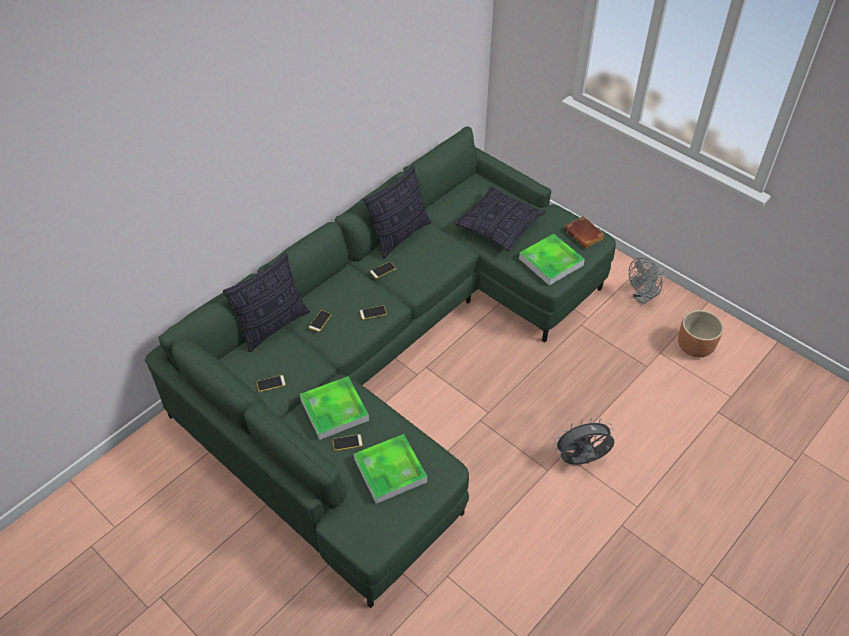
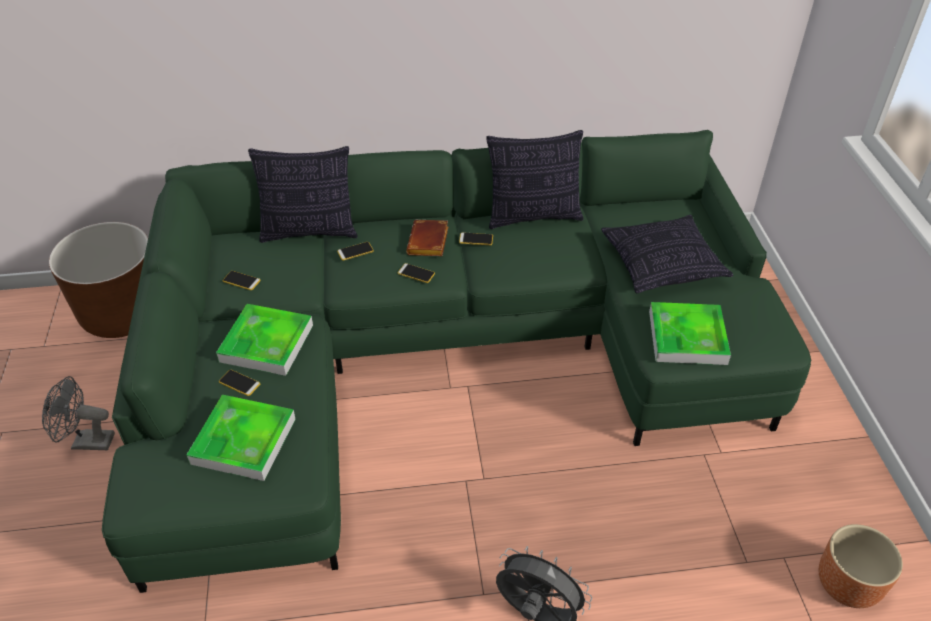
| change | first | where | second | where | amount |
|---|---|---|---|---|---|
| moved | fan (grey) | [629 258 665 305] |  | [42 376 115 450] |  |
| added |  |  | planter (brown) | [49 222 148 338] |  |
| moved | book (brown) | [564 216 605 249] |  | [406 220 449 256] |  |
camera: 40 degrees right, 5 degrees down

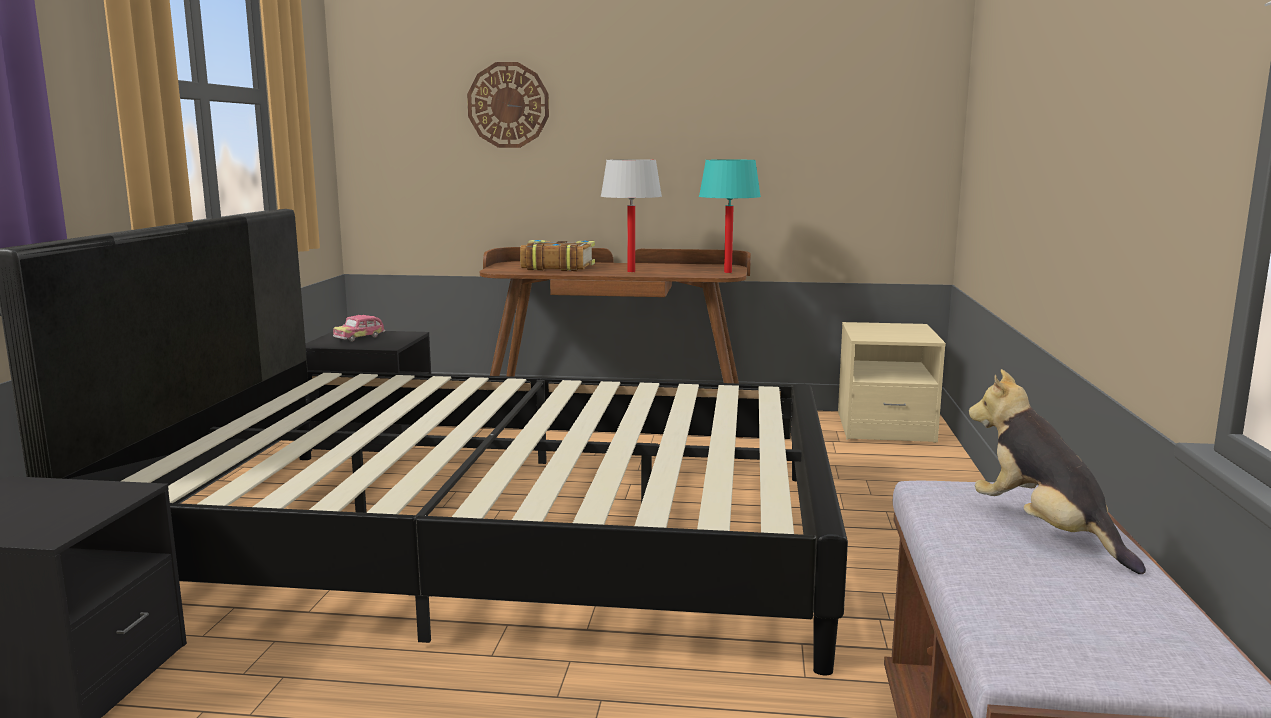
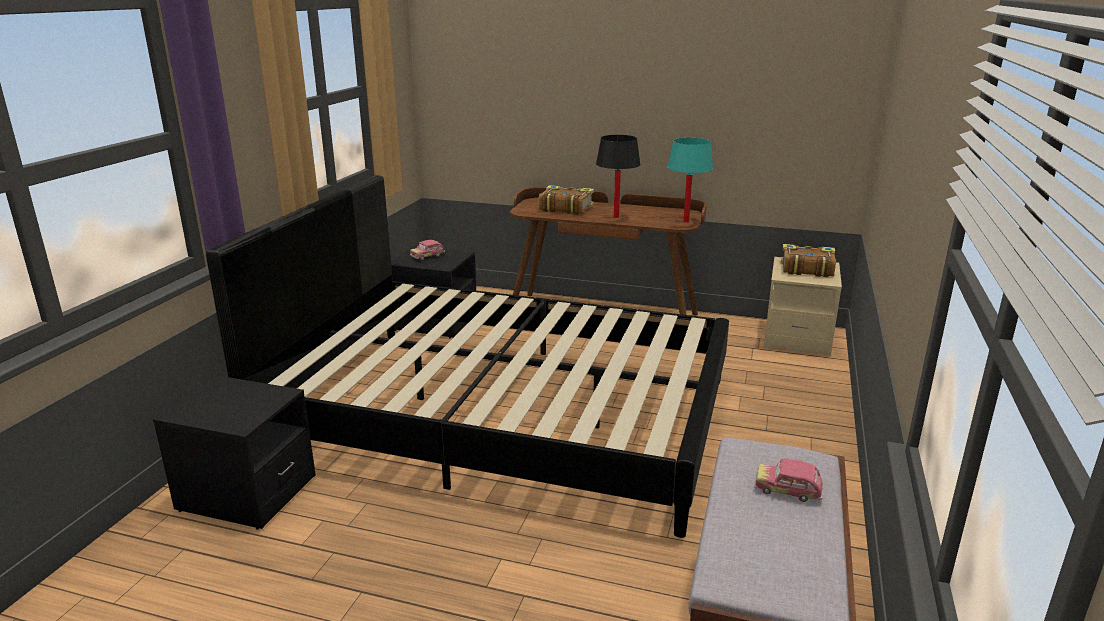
| change | first | where | second | where | amount |
|---|---|---|---|---|---|
| recoloured | table lamp (white) | [601 159 662 272] | table lamp (black) | [596 135 641 218] |  |
| replaced | plush toy | [969 369 1146 574] | toy car | [754 458 823 502] |  |
| added |  |  | book | [781 244 836 277] |  |
| removed | wall clock | [467 62 549 148] |  |  |  |
camera: 10 degrees right, 10 degrees up

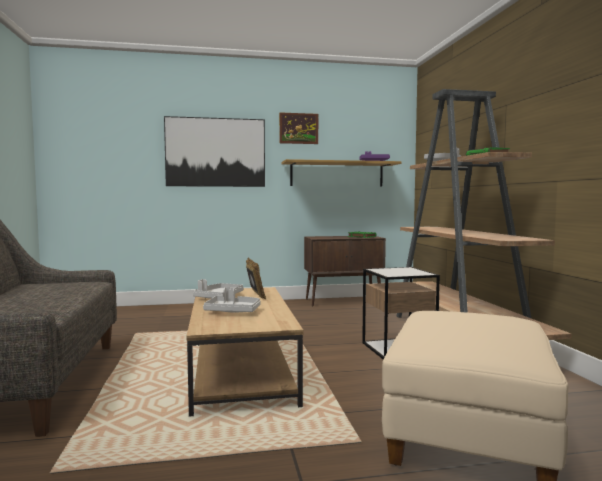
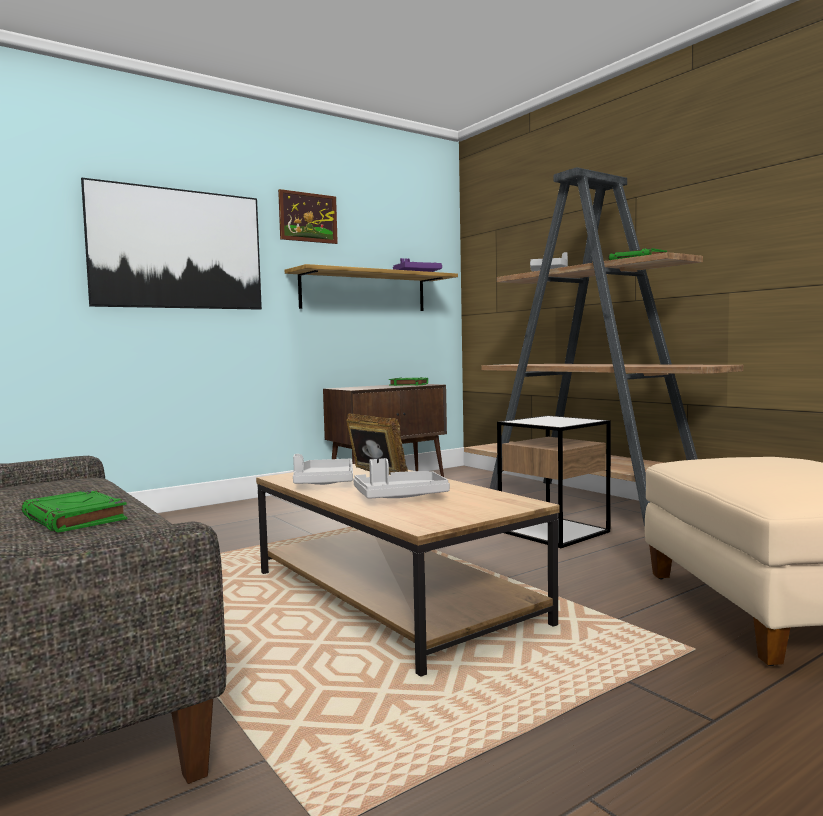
| change | first | where | second | where | amount |
|---|---|---|---|---|---|
| added |  |  | book (green) | [21 490 127 533] |  |
camera: 25 degrees left, 0 degrees up

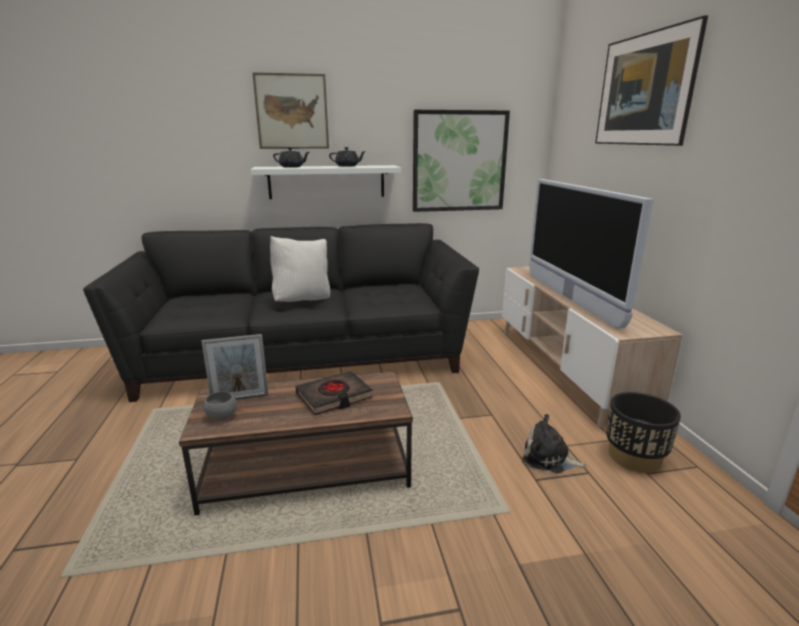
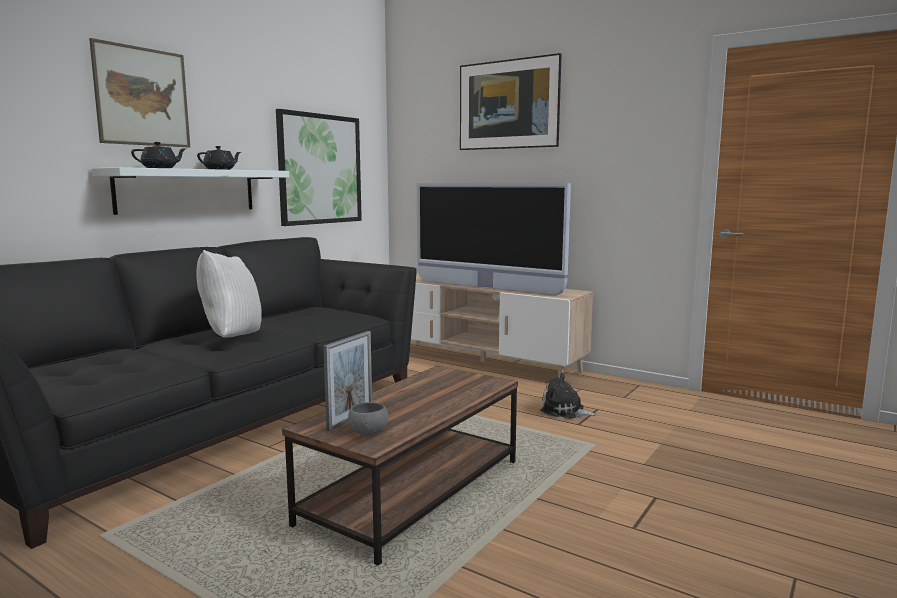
| change | first | where | second | where | amount |
|---|---|---|---|---|---|
| turned | plush toy | [523 414 587 473] |  | [540 373 598 419] | 45 degrees clockwise |
| removed | book (black) | [295 371 373 415] |  |  |  |
| removed | planter (black) | [606 392 681 473] |  |  |  |
camera: 45 degrees left, 10 degrees down

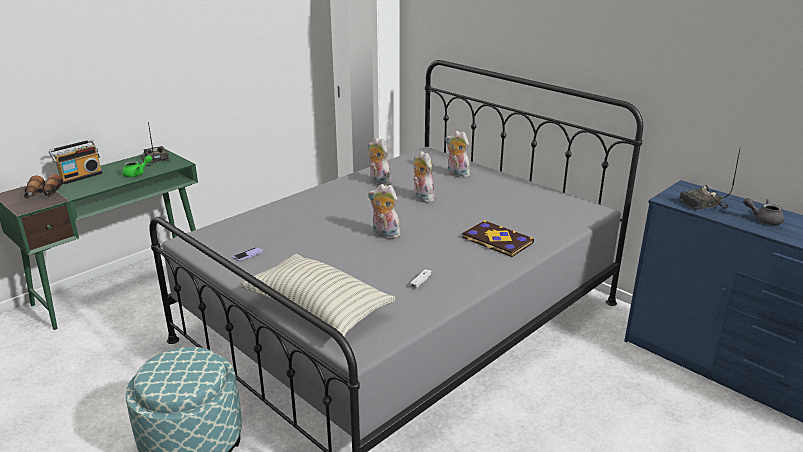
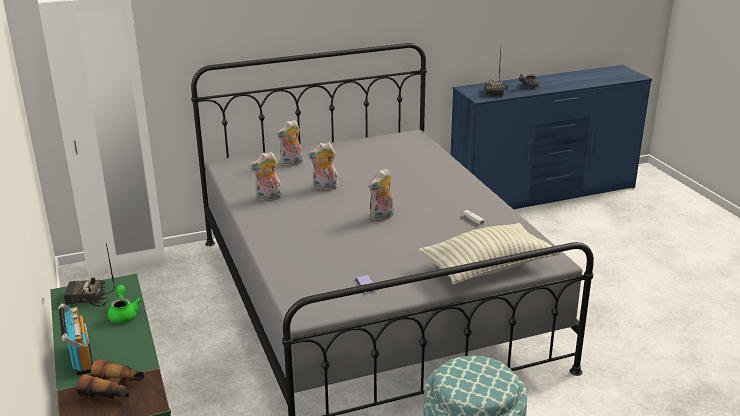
| change | first | where | second | where | amount |
|---|---|---|---|---|---|
| removed | book | [462 220 534 257] |  |  |  |
camera: 65 degrees left, 0 degrees up

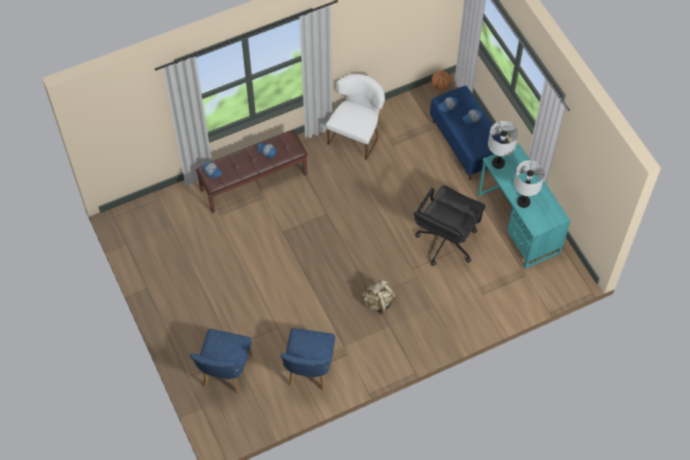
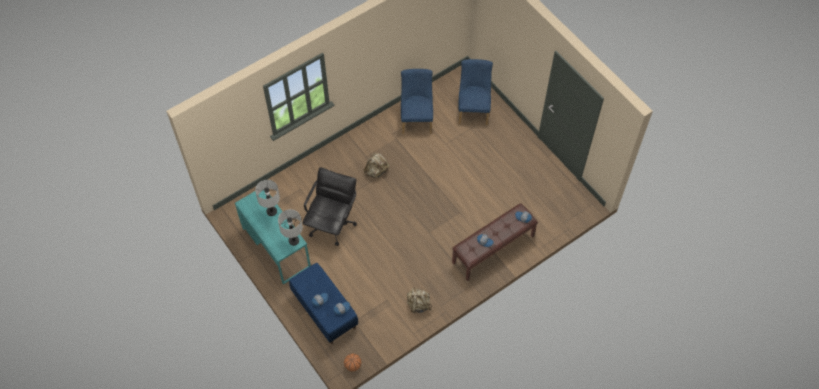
| change | first | where | second | where | amount |
|---|---|---|---|---|---|
| replaced | chair (white) | [326 74 385 160] | backpack (beige) | [407 288 432 313] |  |
camera: 170 degrees right, 0 degrees up

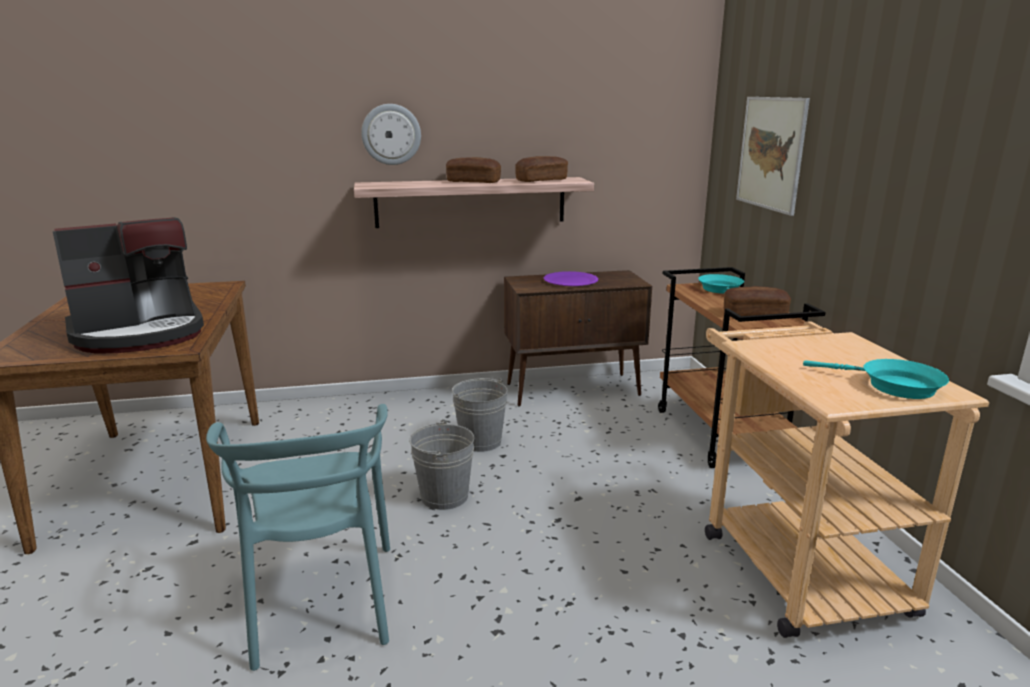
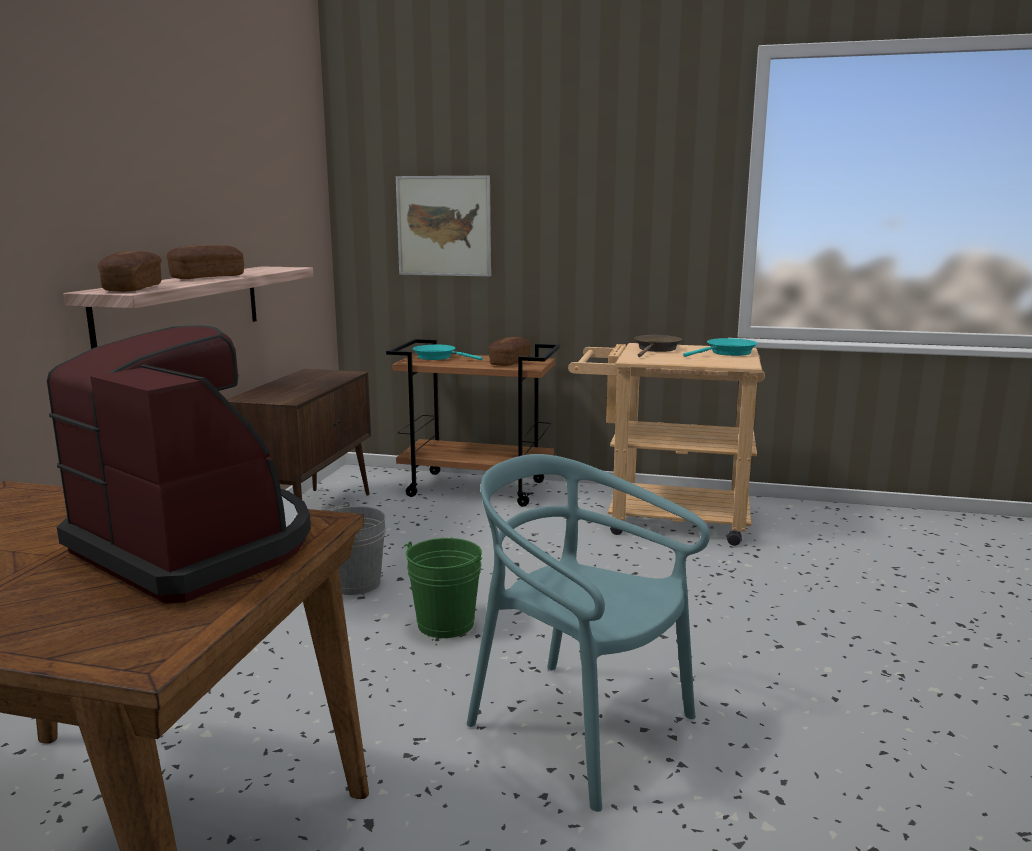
| change | first | where | second | where | amount |
|---|---|---|---|---|---|
| turned | coffee machine | [53 217 204 354] |  | [47 325 311 604] | 45 degrees counterclockwise |
| moved | bread | [515 156 568 182] |  | [98 251 162 292] |  |
| recoloured | bucket (grey) | [409 419 474 510] | bucket (green) | [404 538 482 638] |  |
| turned | chair (turquoise) | [206 404 390 671] |  | [467 454 710 812] | 150 degrees counterclockwise |
| added |  |  | frying pan (brown) | [634 335 682 357] |  |
| removed | wall clock | [361 104 421 165] |  |  |  |
| removed | plate (purple) | [544 271 598 286] |  |  |  |
camera: 65 degrees left, 5 degrees down

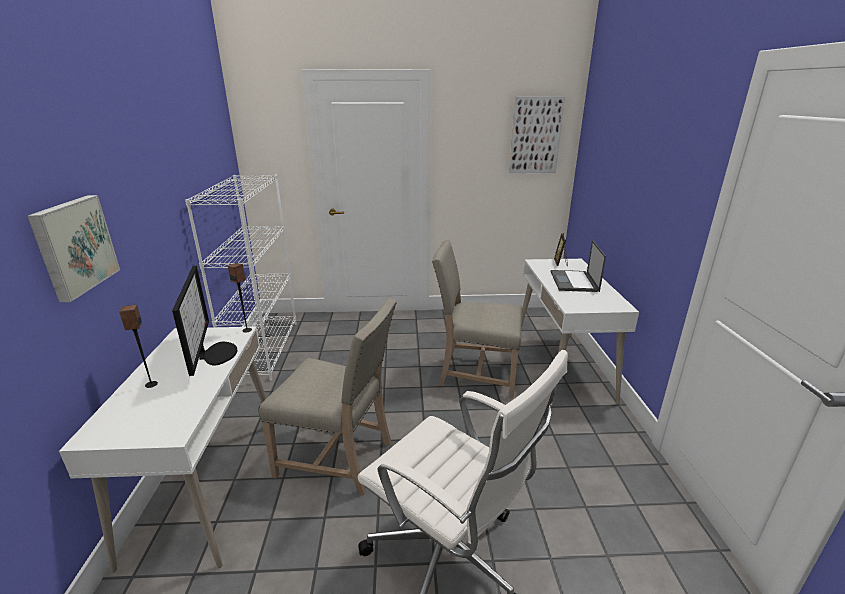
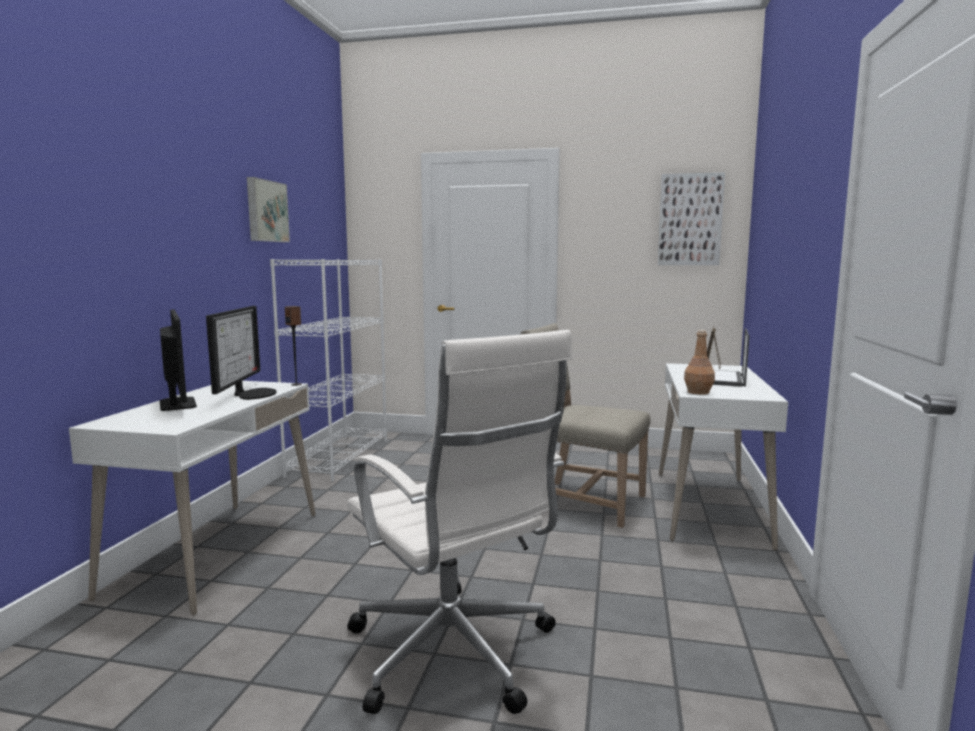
| change | first | where | second | where | amount |
|---|---|---|---|---|---|
| replaced | speaker | [119 305 158 388] | monitor | [160 310 197 411] |  |
| moved | picture | [27 195 120 302] |  | [247 177 290 242] |  |
| added |  |  | bottle (brown) | [684 330 715 395] |  |
| removed | chair (beige) | [258 298 397 495] |  |  |  |
camera: 15 degrees right, 15 degrees down

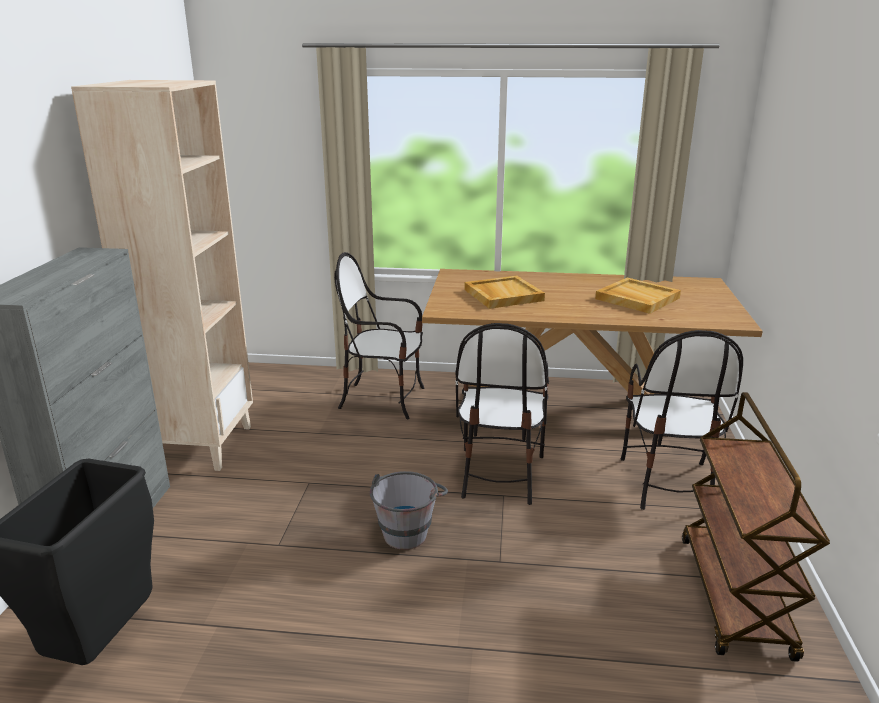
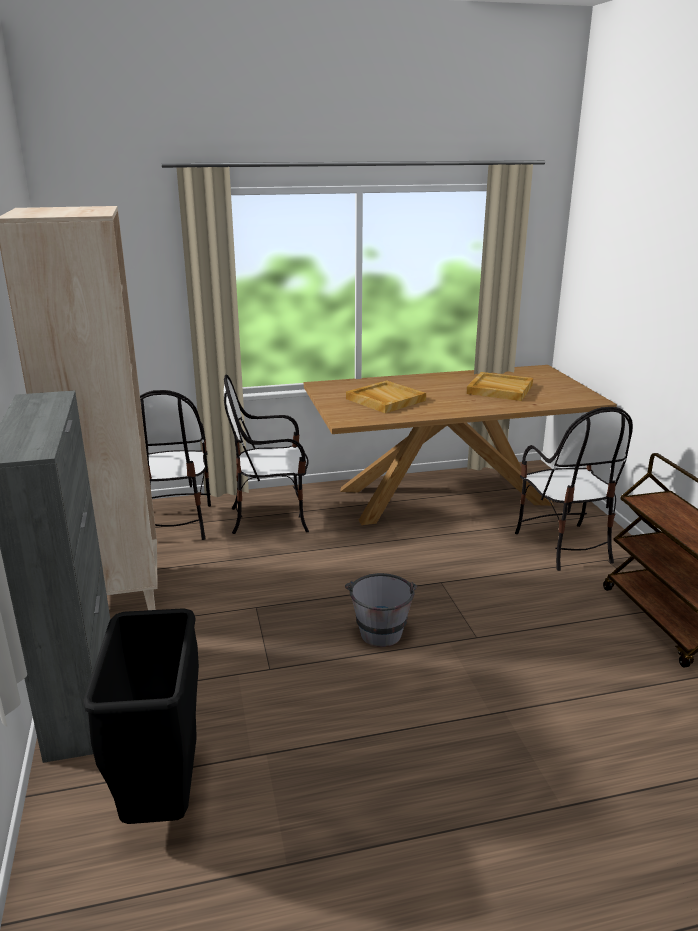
| change | first | where | second | where | amount |
|---|---|---|---|---|---|
| moved | chair | [455 323 549 505] |  | [140 390 211 540] |  |
camera: 20 degrees left, 0 degrees up

